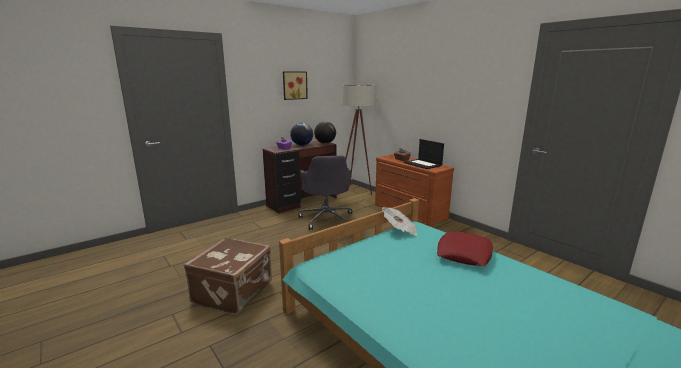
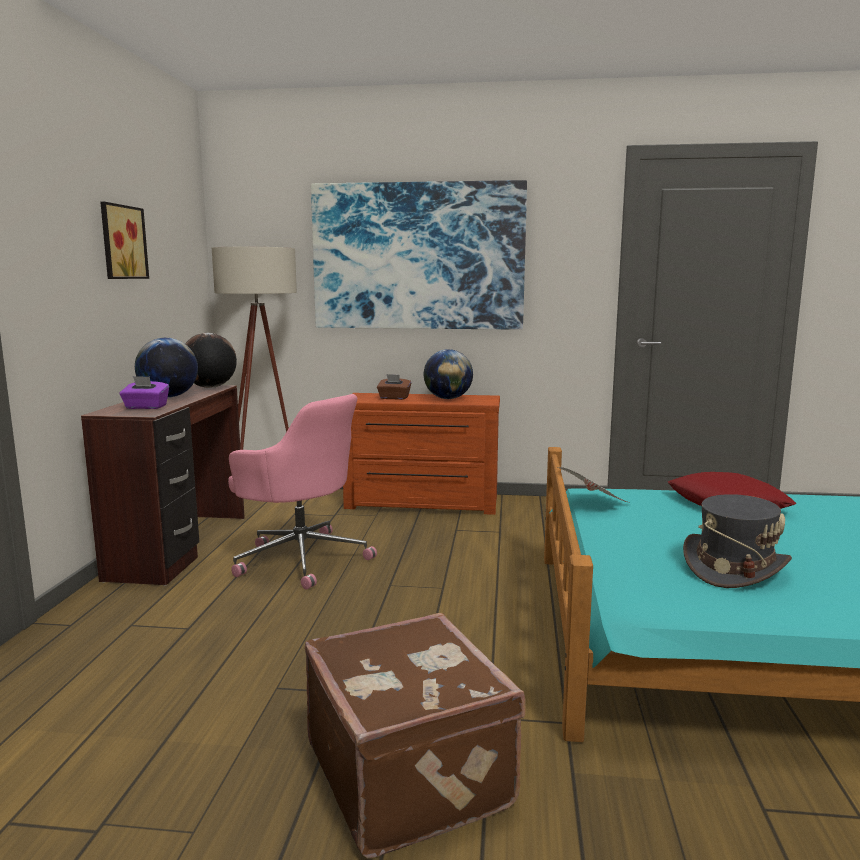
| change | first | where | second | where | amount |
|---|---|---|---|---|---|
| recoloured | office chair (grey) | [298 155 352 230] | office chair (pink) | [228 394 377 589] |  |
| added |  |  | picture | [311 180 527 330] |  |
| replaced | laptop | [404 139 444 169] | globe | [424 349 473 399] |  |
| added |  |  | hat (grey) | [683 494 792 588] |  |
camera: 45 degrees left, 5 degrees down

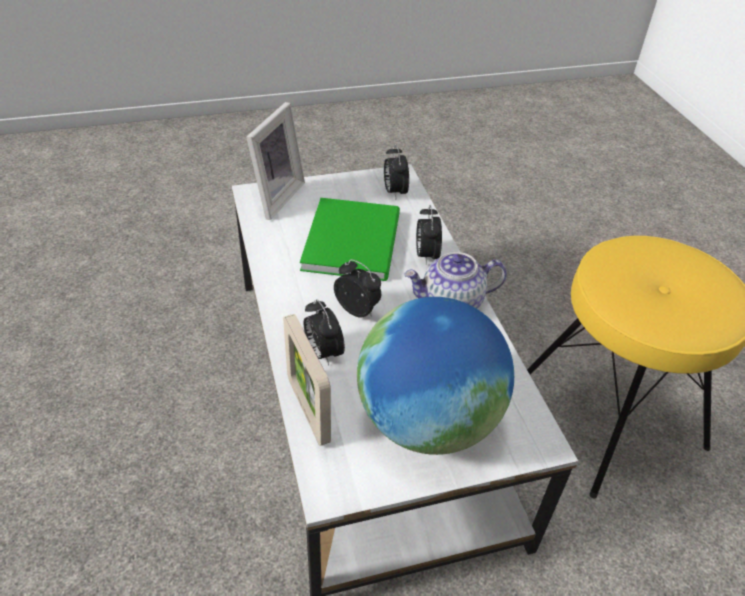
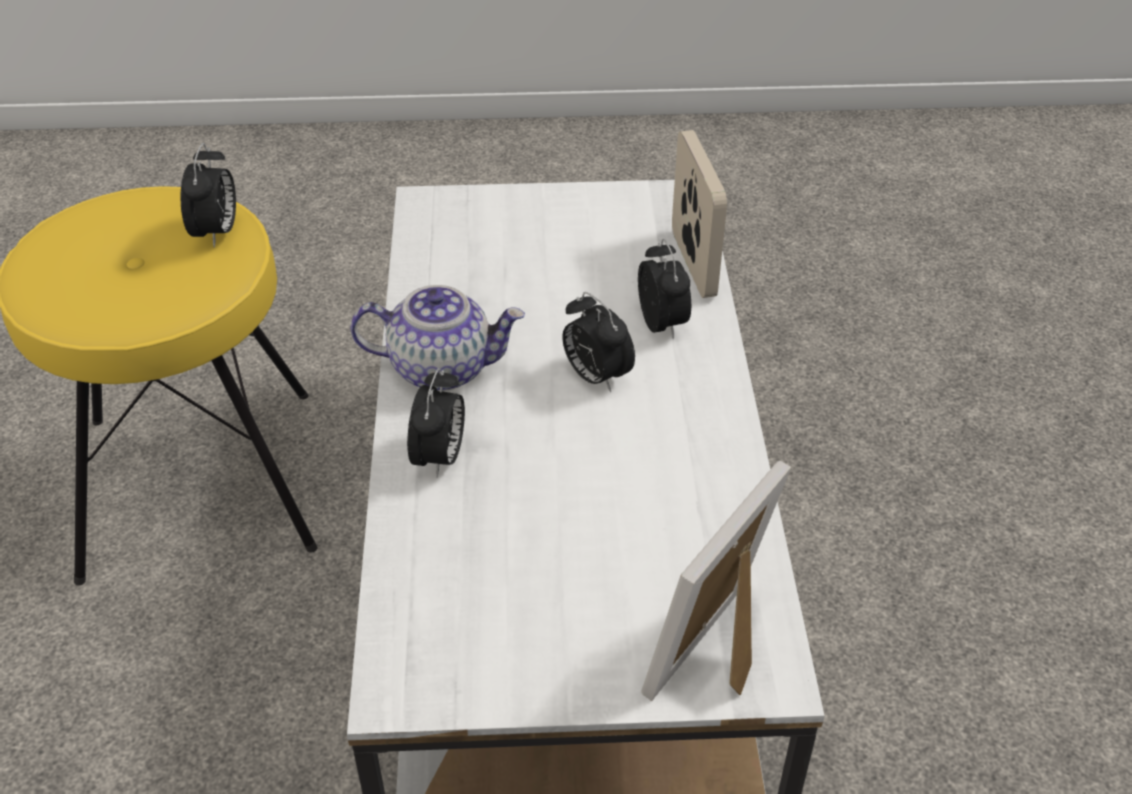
| change | first | where | second | where | amount |
|---|---|---|---|---|---|
| moved | alarm clock | [384 144 409 199] |  | [181 143 236 248] |  |
| removed | book (green) | [300 198 400 281] |  |  |  |
| removed | globe | [357 297 514 455] |  |  |  |
camera: 165 degrees left, 0 degrees up

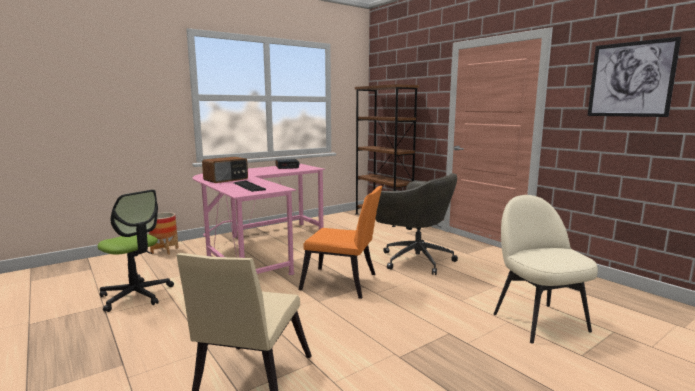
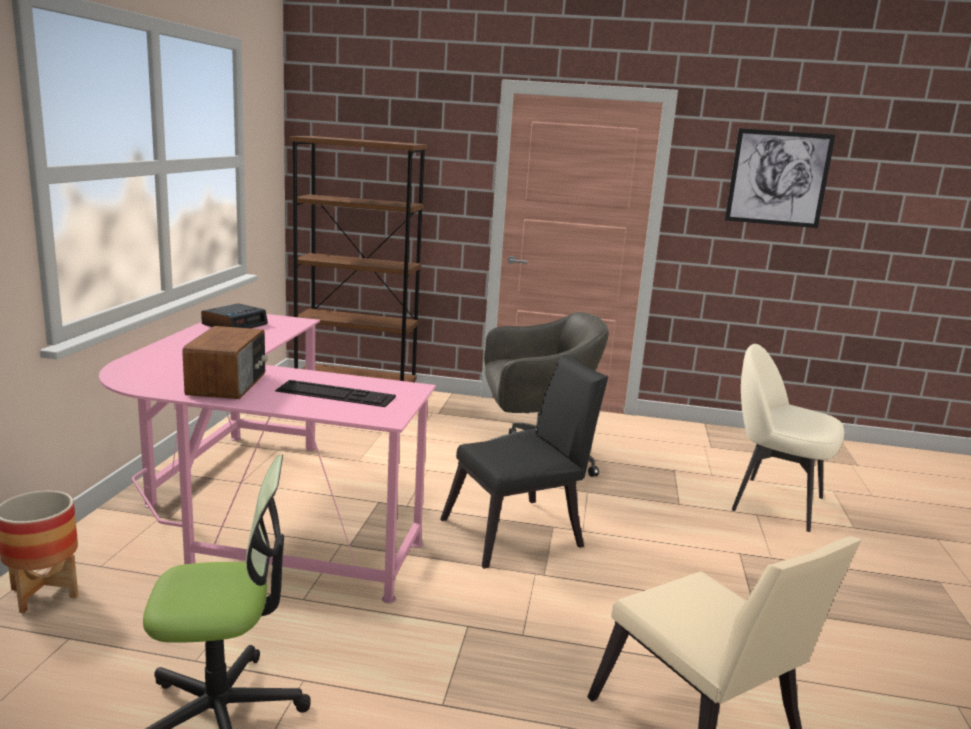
| change | first | where | second | where | amount |
|---|---|---|---|---|---|
| recoloured | chair (orange) | [299 186 382 299] | chair (black) | [440 355 608 569] |  |
camera: 45 degrees left, 5 degrees up

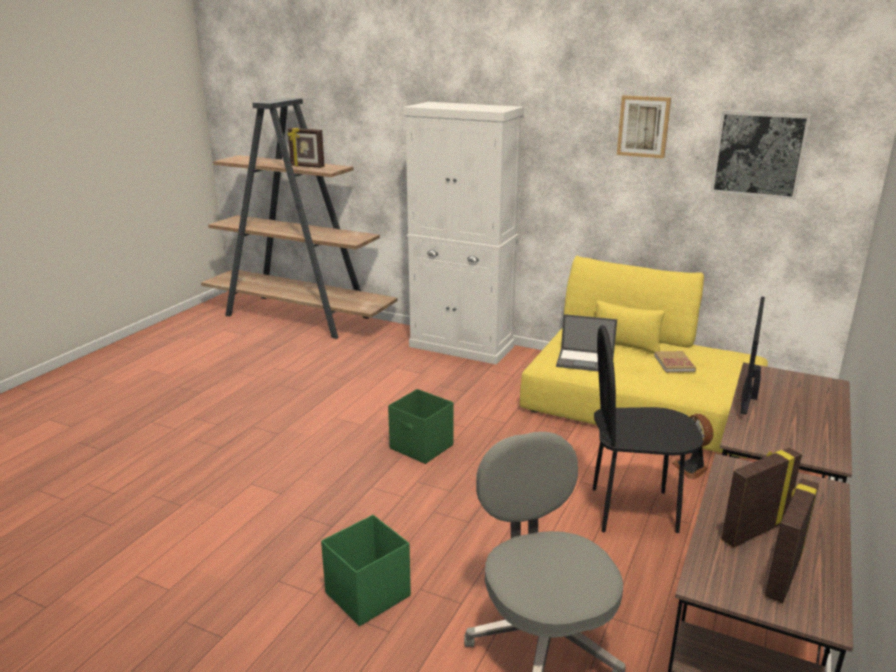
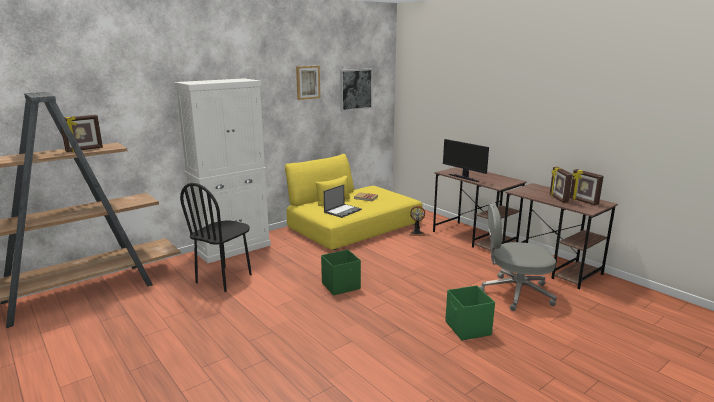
| change | first | where | second | where | amount |
|---|---|---|---|---|---|
| moved | chair (black) | [593 325 703 533] |  | [180 183 252 292] |  |
camera: 65 degrees left, 5 degrees down

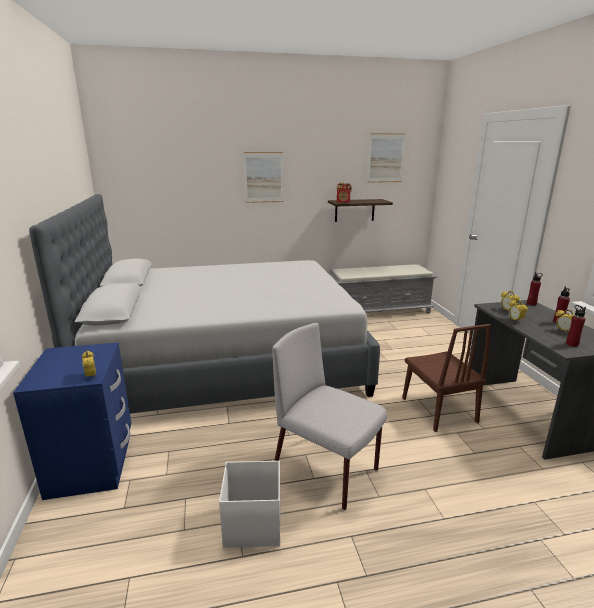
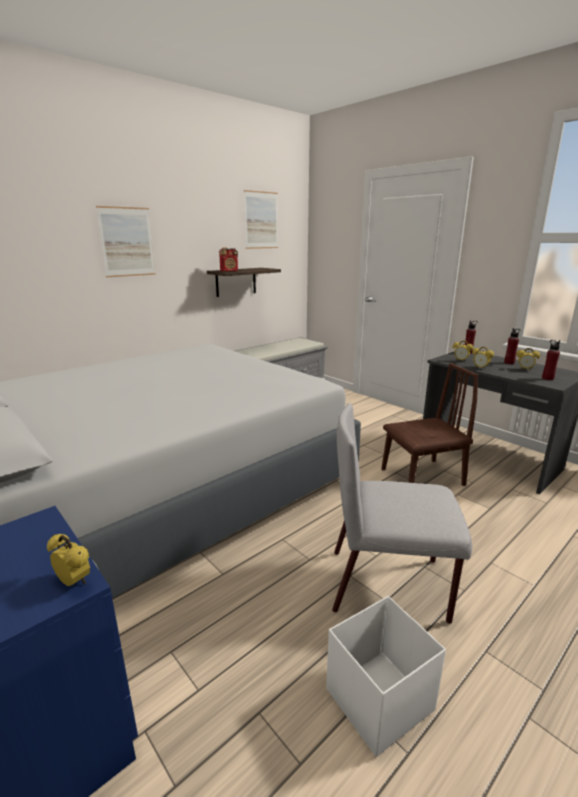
| change | first | where | second | where | amount |
|---|---|---|---|---|---|
| turned | chair (brown) | [402 324 491 432] |  | [381 363 478 486] | 60 degrees counterclockwise |
camera: 30 degrees left, 0 degrees up

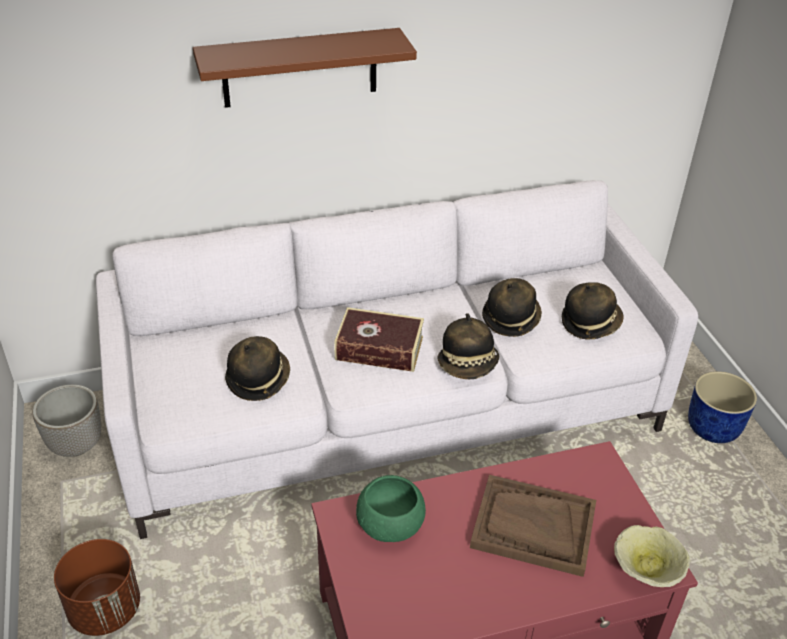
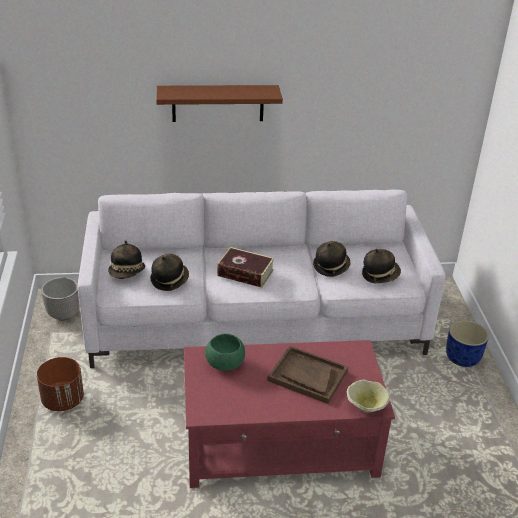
| change | first | where | second | where | amount |
|---|---|---|---|---|---|
| moved | hat | [437 313 499 379] |  | [108 240 145 279] |  |
camera: 10 degrees right, 5 degrees down

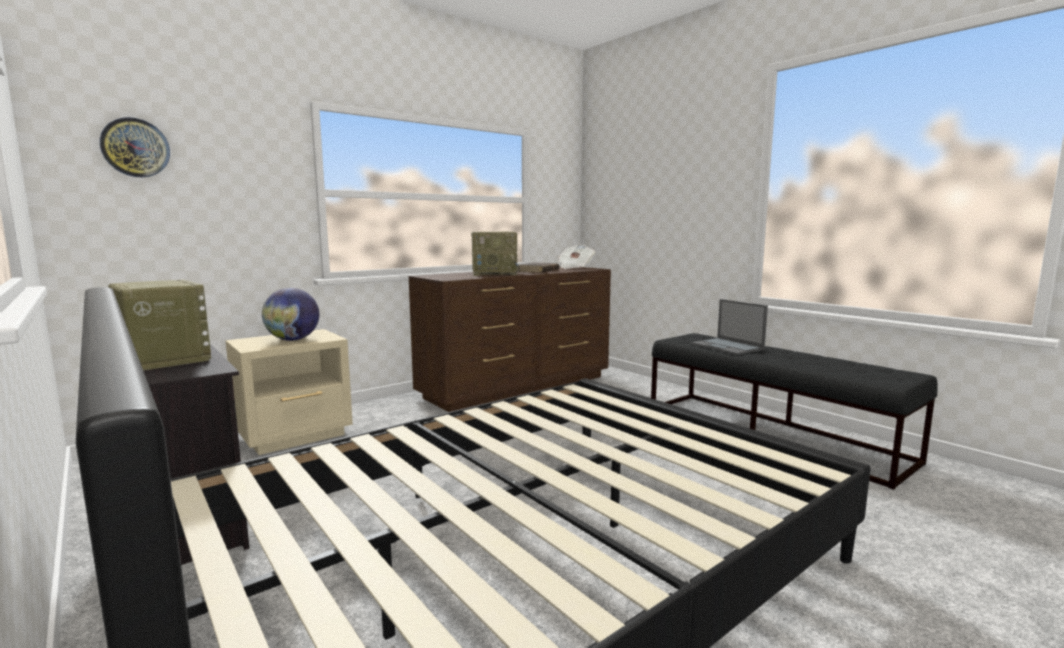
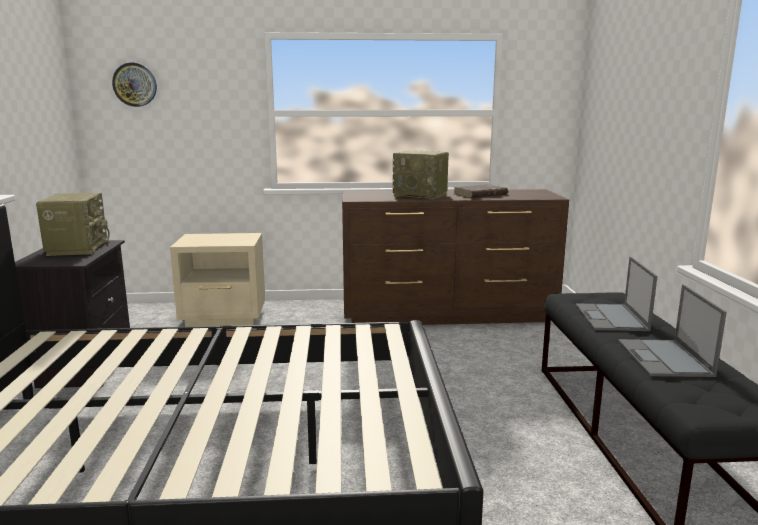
| change | first | where | second | where | amount |
|---|---|---|---|---|---|
| added |  |  | laptop | [618 285 727 377] |  |
| removed | globe | [262 288 319 341] |  |  |  |
| removed | newspaper | [558 245 595 269] |  |  |  |
camera: 35 degrees right, 5 degrees up

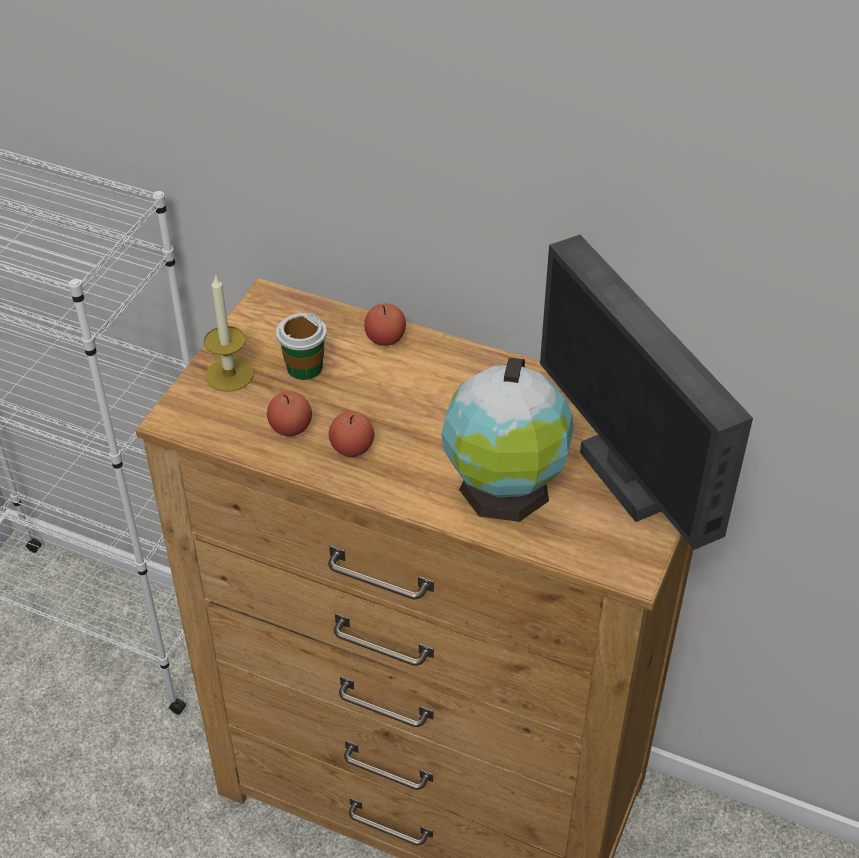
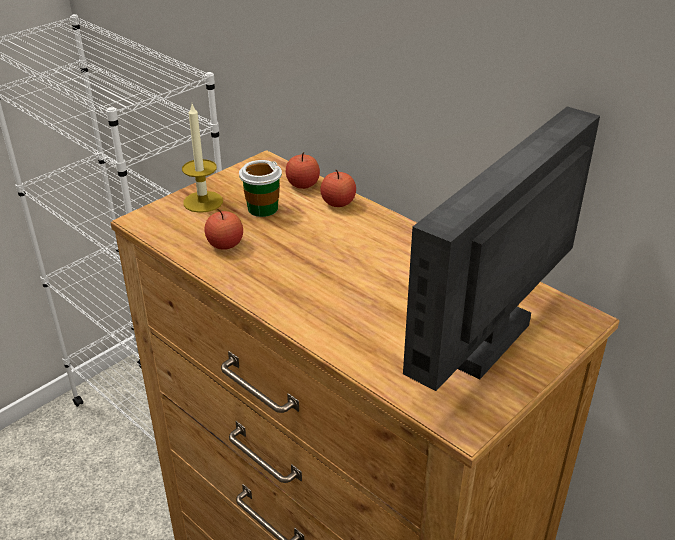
| change | first | where | second | where | amount |
|---|---|---|---|---|---|
| moved | apple | [329 411 374 457] |  | [286 152 320 189] |  |
| turned | monitor | [540 235 753 550] |  | [403 107 600 391] | 45 degrees clockwise |
| removed | globe | [441 358 574 522] |  |  |  |
camera: 20 degrees right, 10 degrees down

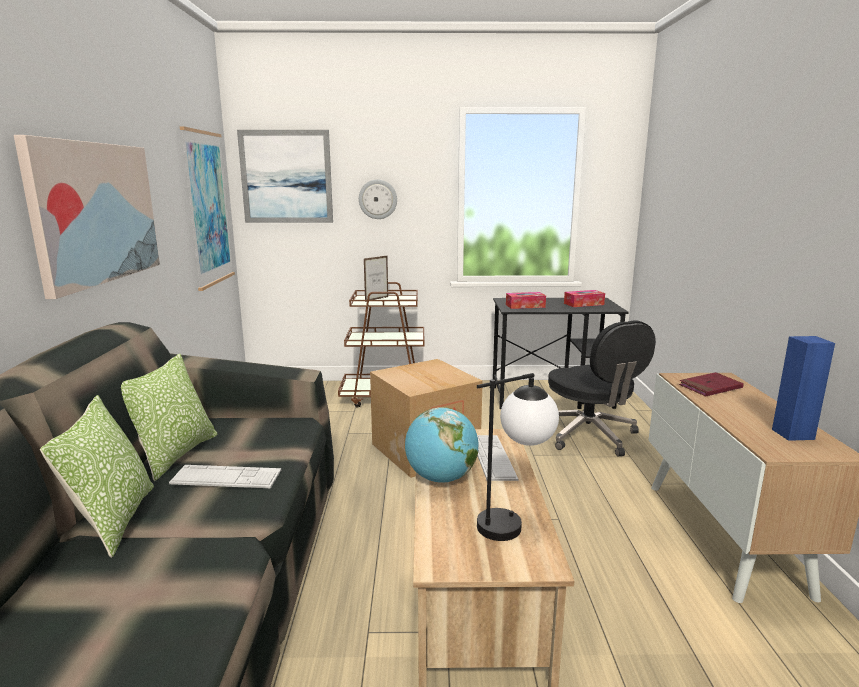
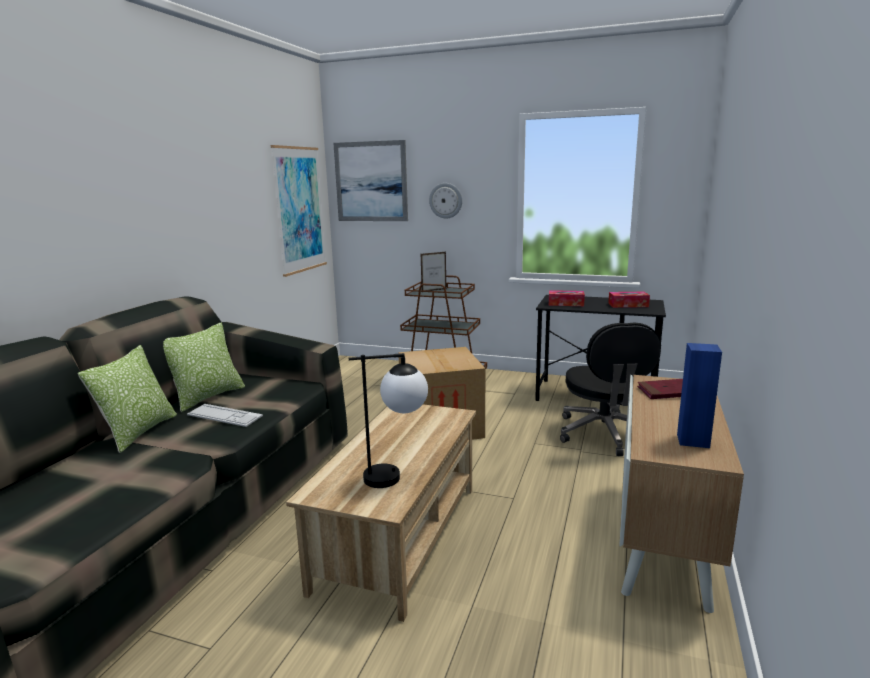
| change | first | where | second | where | amount |
|---|---|---|---|---|---|
| removed | picture | [14 135 160 299] |  |  |  |
| removed | globe | [405 407 478 483] |  |  |  |
| removed | keyboard | [477 435 519 481] |  |  |  |
camera: 20 degrees right, 0 degrees up

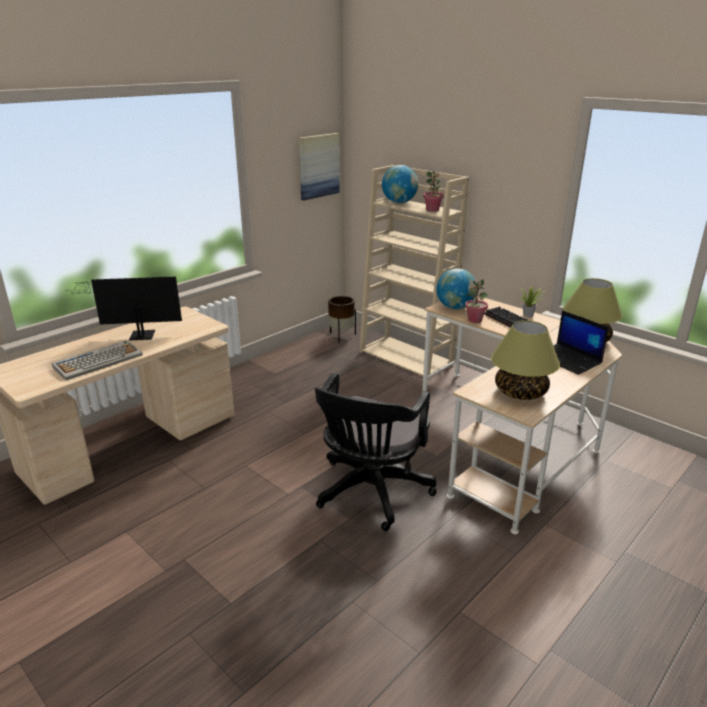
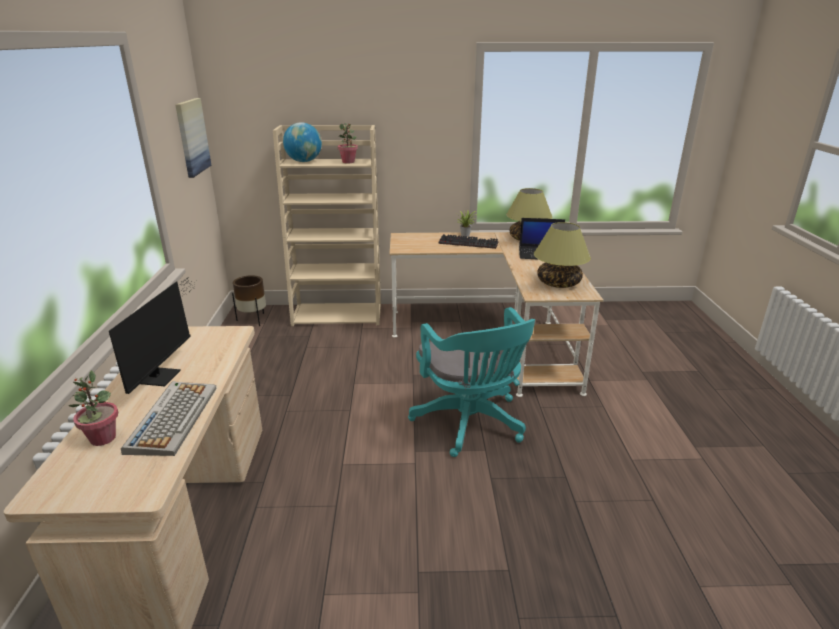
| change | first | where | second | where | amount |
|---|---|---|---|---|---|
| moved | potted plant | [465 279 488 323] |  | [68 370 118 446] |  |
| turned | monitor | [66 277 182 341] |  | [109 277 194 394] | 150 degrees clockwise |
| recoloured | office chair (black) | [315 373 437 531] | office chair (turquoise) | [408 307 535 457] |  |
| removed | globe | [436 268 477 309] |  |  |  |
camera: 45 degrees left, 0 degrees up

